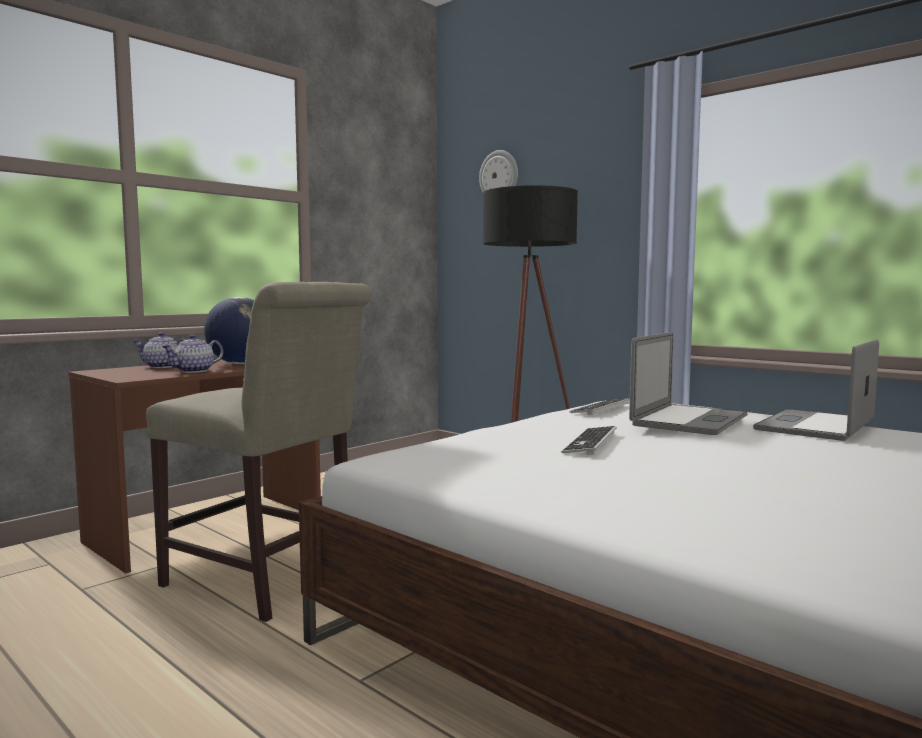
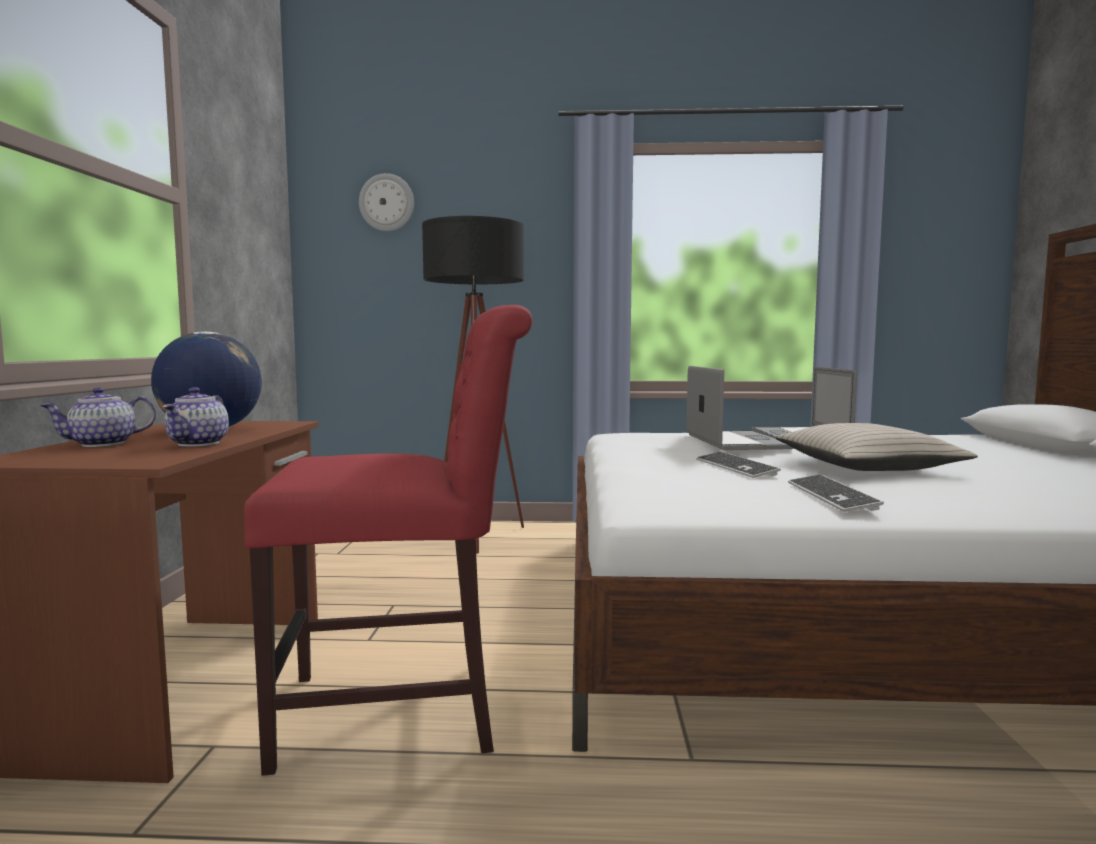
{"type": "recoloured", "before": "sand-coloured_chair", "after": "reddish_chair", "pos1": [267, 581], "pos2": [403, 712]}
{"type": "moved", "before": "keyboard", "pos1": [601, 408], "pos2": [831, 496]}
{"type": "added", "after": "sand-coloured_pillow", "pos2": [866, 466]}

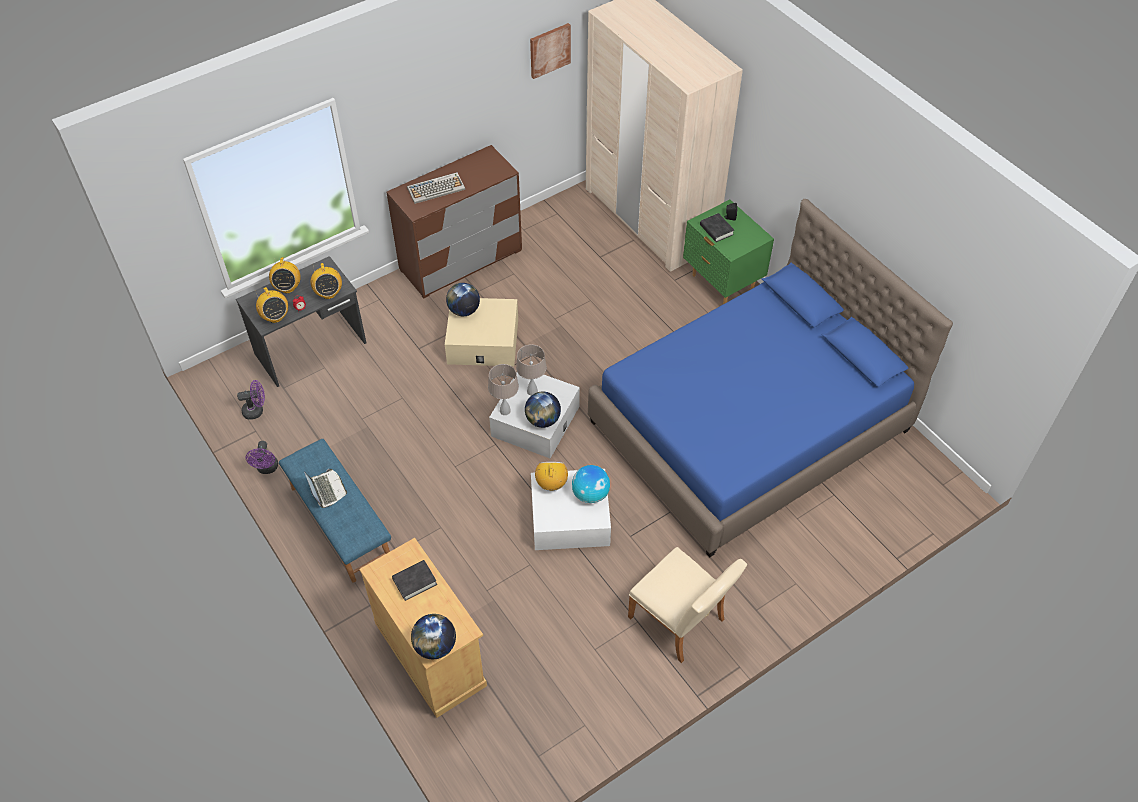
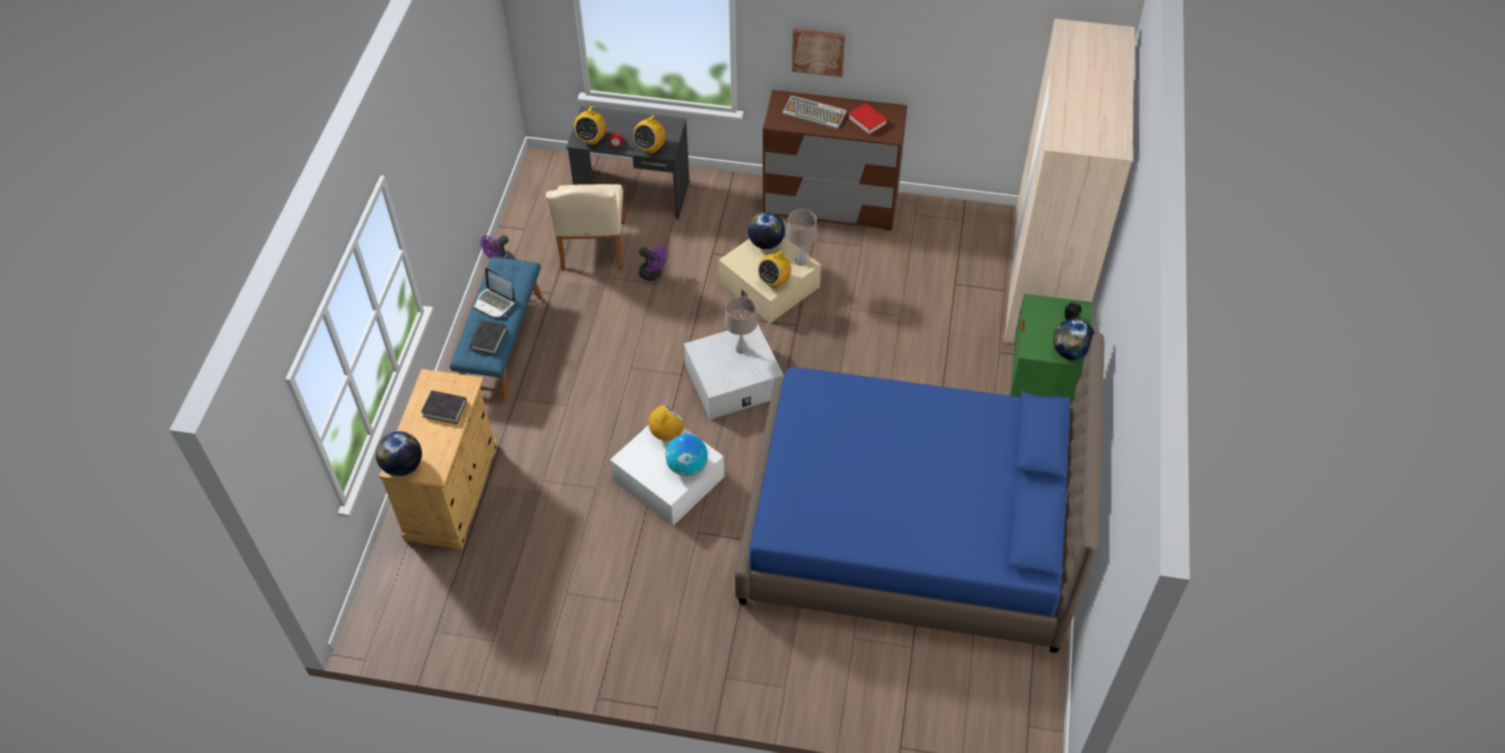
{"type": "moved", "before": "wall_art", "pos1": [549, 50], "pos2": [818, 51]}
{"type": "moved", "before": "blackish_bound_book", "pos1": [716, 230], "pos2": [488, 339]}
{"type": "moved", "before": "radio_set", "pos1": [287, 287], "pos2": [774, 281]}
{"type": "moved", "before": "sand-coloured_tabletop_lamp", "pos1": [505, 411], "pos2": [800, 261]}
{"type": "moved", "before": "purplish_electric_fan", "pos1": [256, 410], "pos2": [653, 274]}
{"type": "moved", "before": "globe", "pos1": [543, 420], "pos2": [1070, 352]}
{"type": "turned", "before": "laptop", "pos1": [326, 490], "pos2": [495, 303], "turn": 105}
{"type": "moved", "before": "sand-coloured_chair", "pos1": [681, 622], "pos2": [592, 250]}
{"type": "added", "after": "reddish_bound_book", "pos2": [867, 121]}

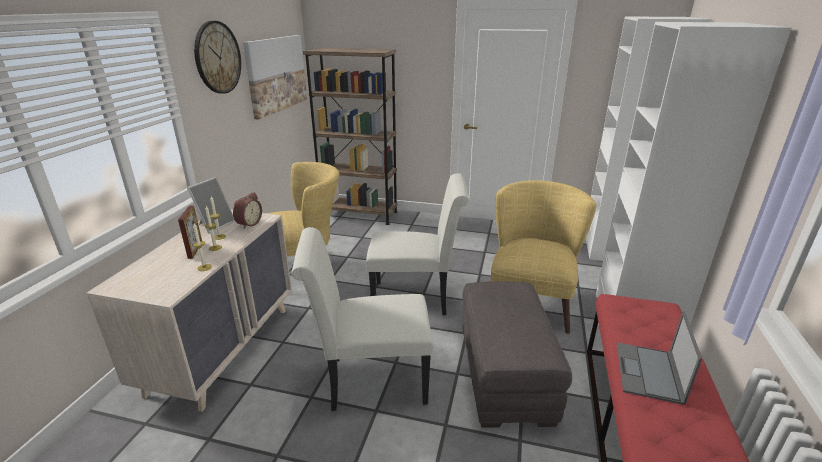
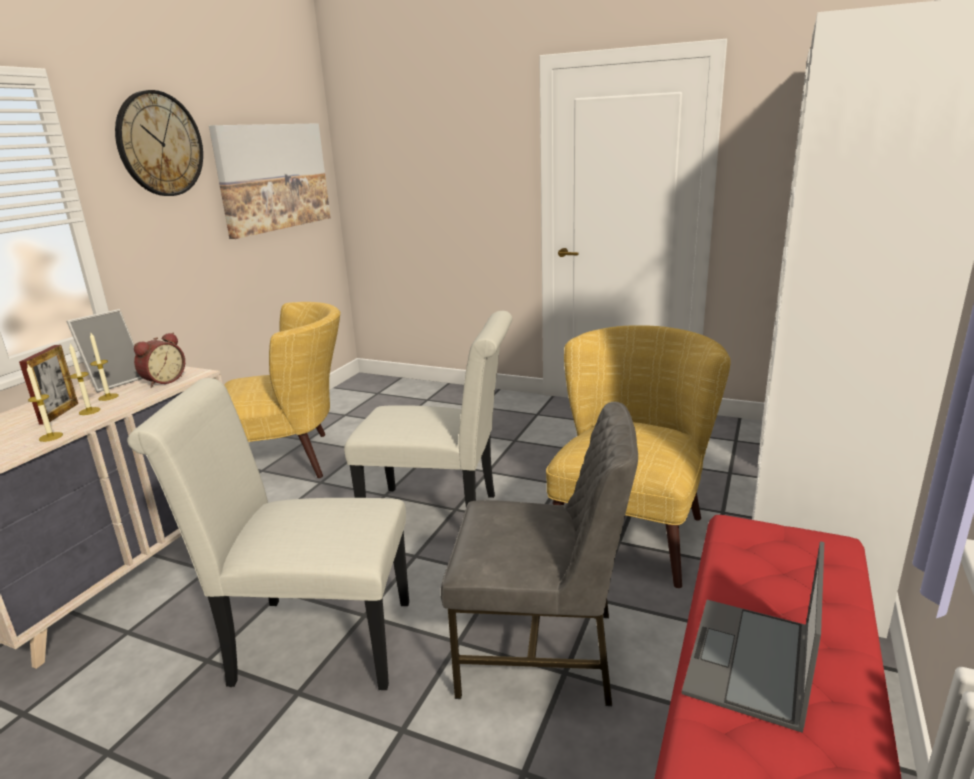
{"type": "removed", "before": "brown-coloured_bookshelf", "pos1": [359, 214]}
{"type": "replaced", "before": "greyish_ottoman", "after": "greyish_chair", "pos1": [505, 375], "pos2": [541, 652]}

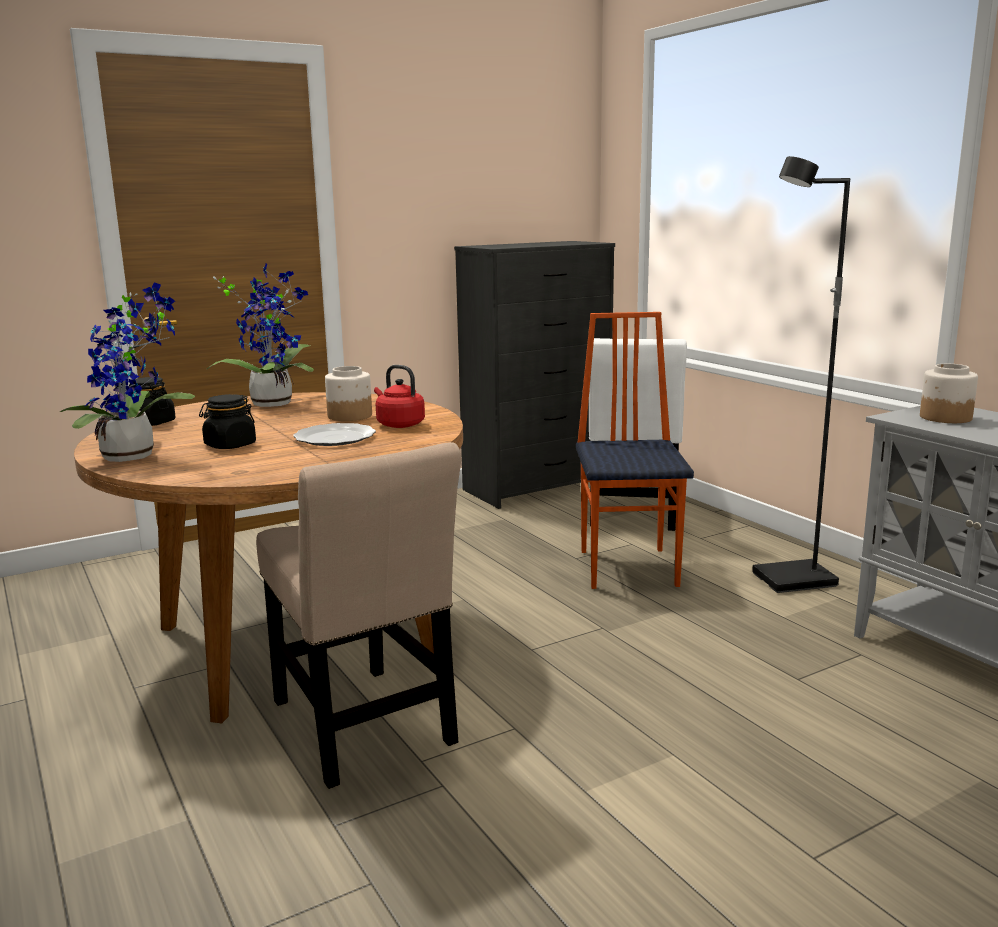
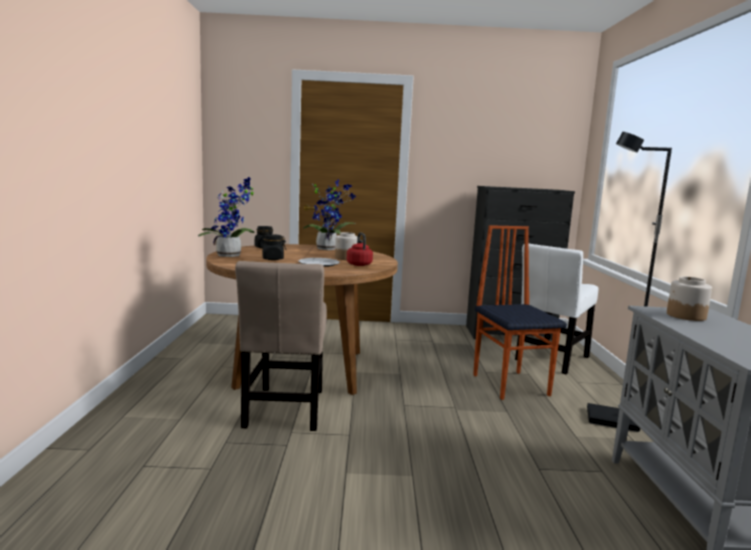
{"type": "turned", "before": "chair", "pos1": [630, 567], "pos2": [511, 384], "turn": -45}

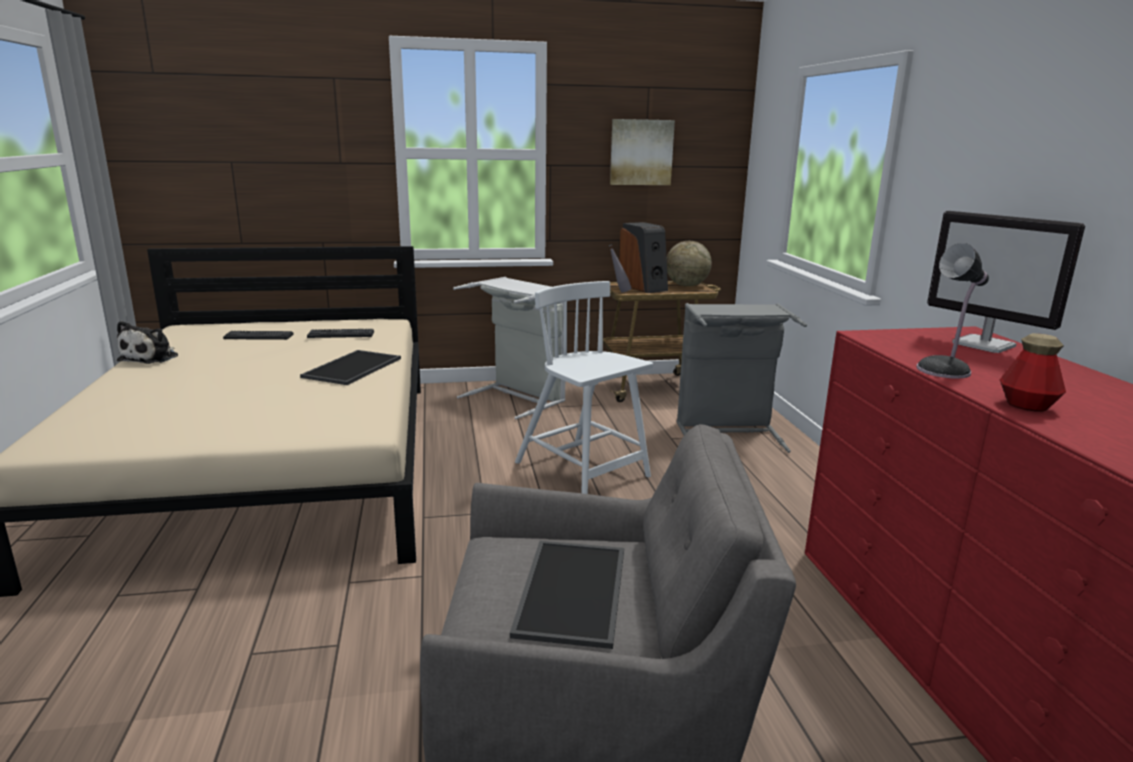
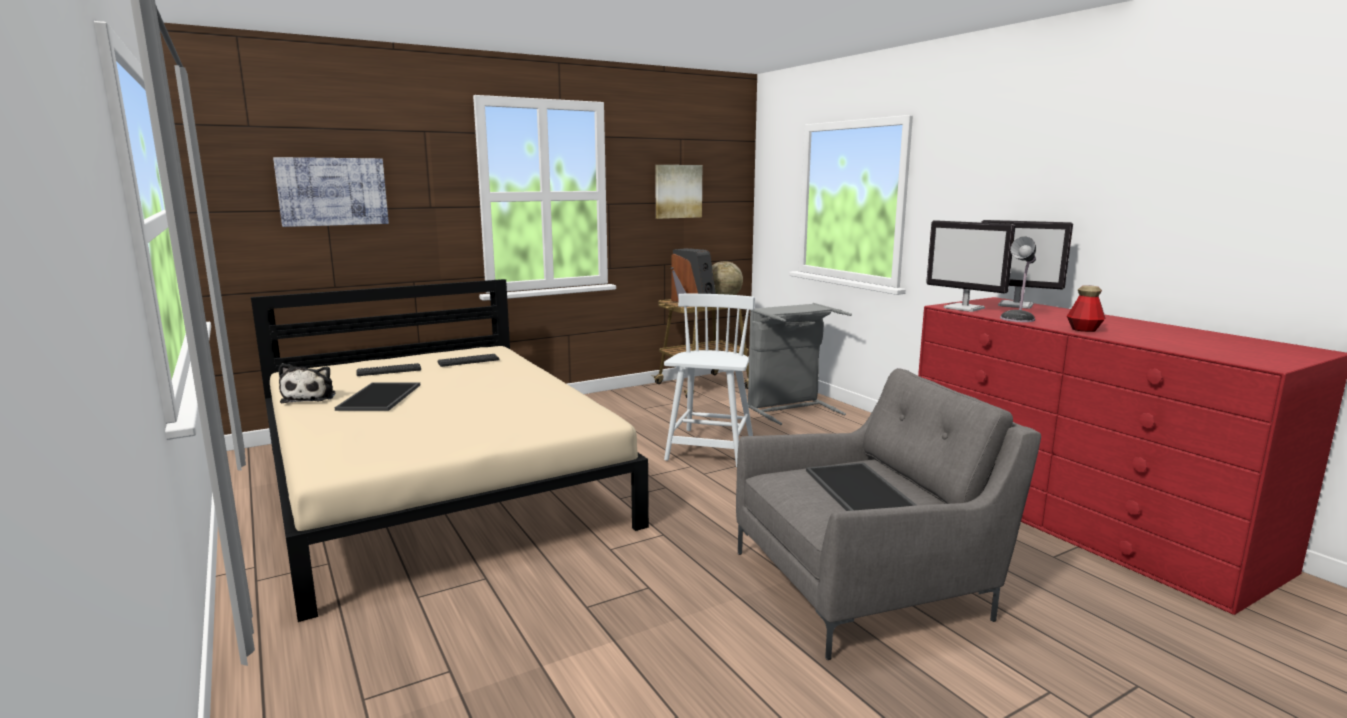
{"type": "removed", "before": "greyish_hamper", "pos1": [518, 397]}
{"type": "turned", "before": "whitish_chair", "pos1": [583, 471], "pos2": [710, 448], "turn": 75}
{"type": "moved", "before": "tray", "pos1": [353, 368], "pos2": [381, 397]}
{"type": "added", "after": "wall_art", "pos2": [333, 191]}
{"type": "added", "after": "monitor", "pos2": [965, 308]}

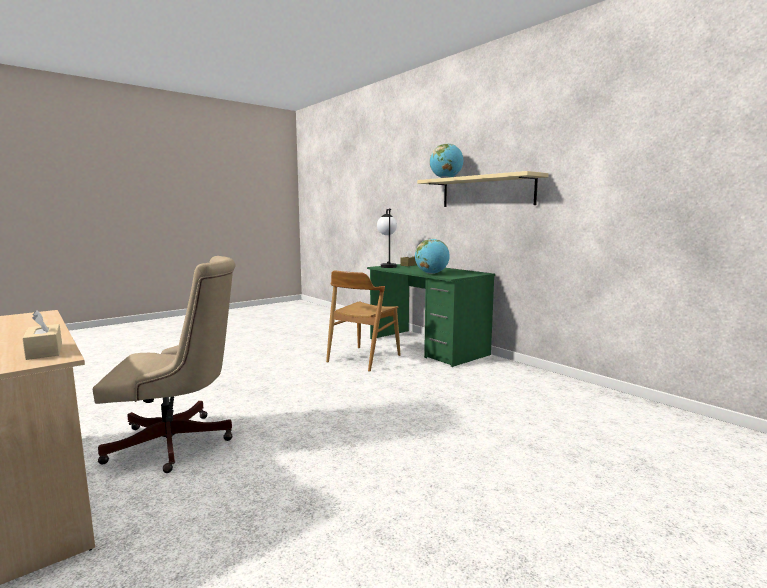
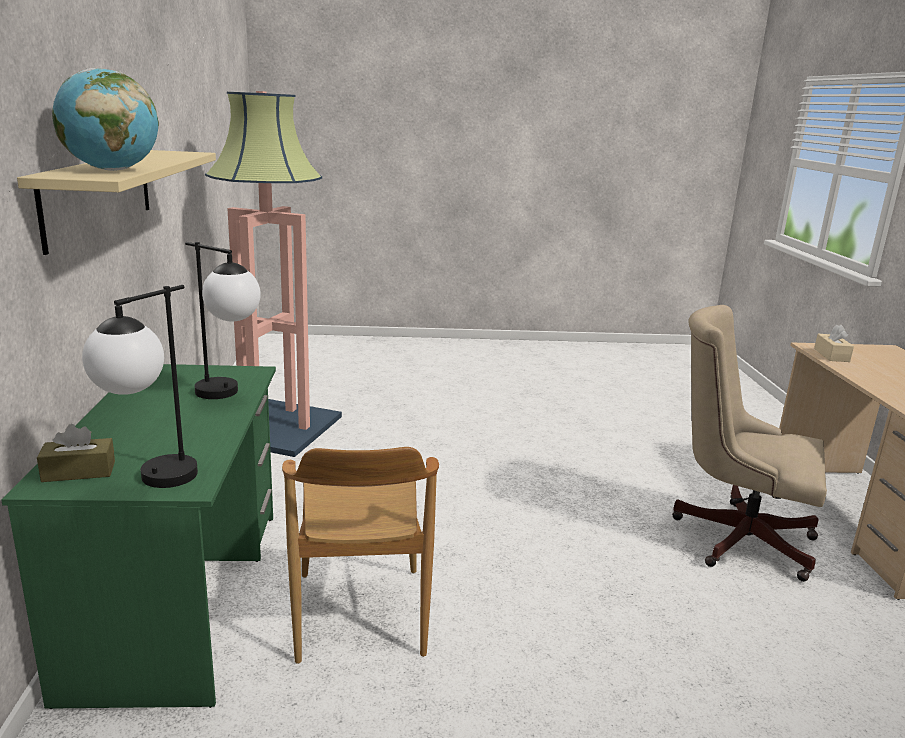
{"type": "replaced", "before": "globe", "after": "tabletop_lamp", "pos1": [431, 273], "pos2": [229, 395]}
{"type": "turned", "before": "brown-coloured_chair", "pos1": [363, 358], "pos2": [359, 613], "turn": 105}
{"type": "added", "after": "standard_lamp", "pos2": [275, 427]}

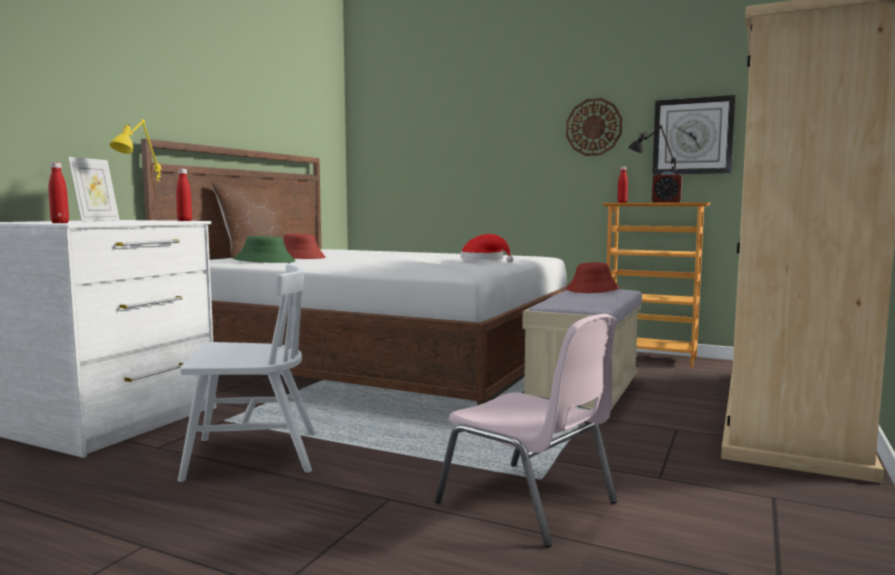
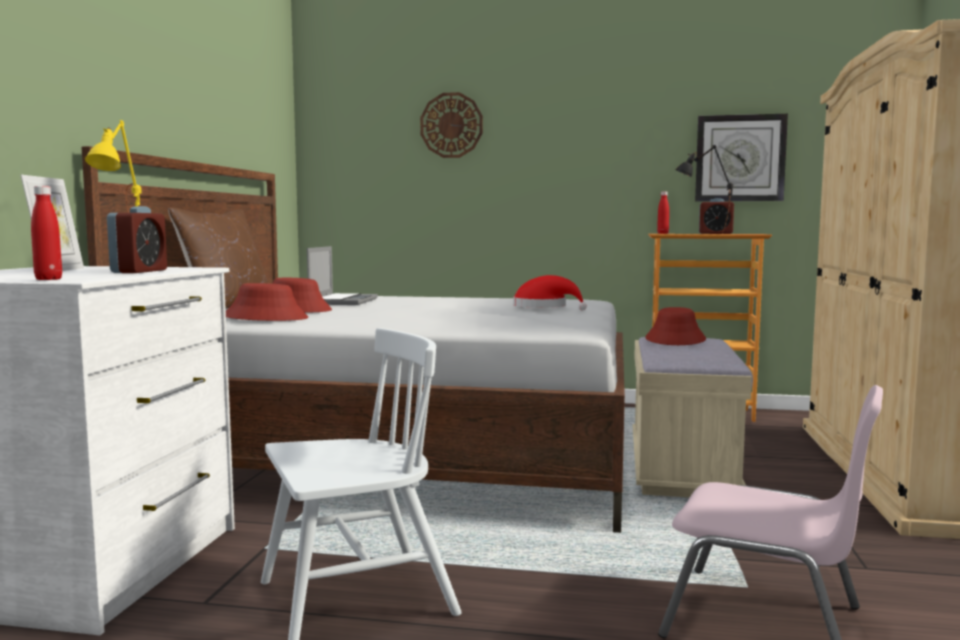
{"type": "moved", "before": "wall_clock", "pos1": [594, 127], "pos2": [451, 125]}
{"type": "removed", "before": "reddish_bottle", "pos1": [184, 220]}
{"type": "recoloured", "before": "greenish_hat", "after": "reddish_hat", "pos1": [265, 261], "pos2": [265, 318]}
{"type": "added", "after": "alarm_clock", "pos2": [139, 271]}
{"type": "added", "after": "laptop", "pos2": [342, 301]}

